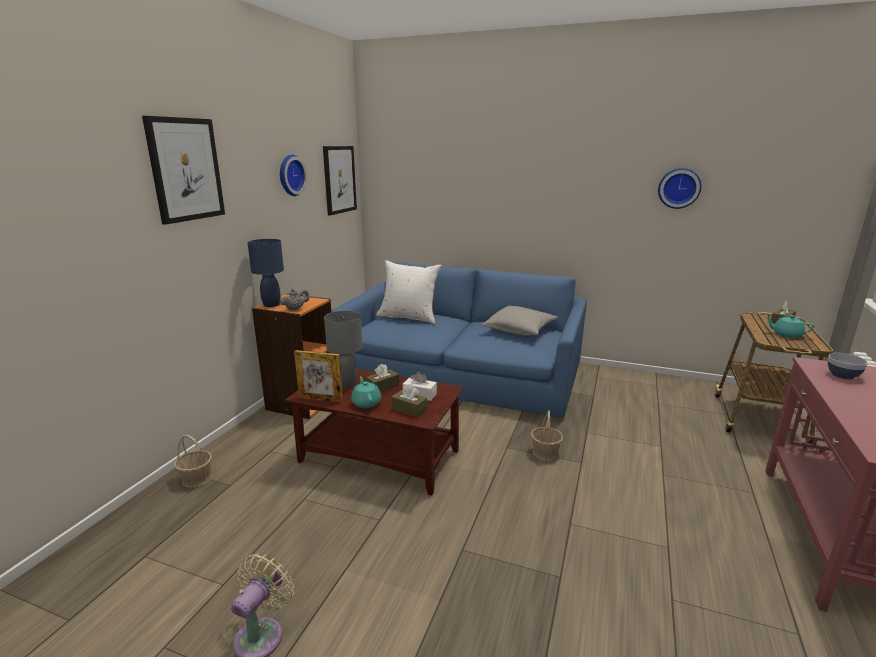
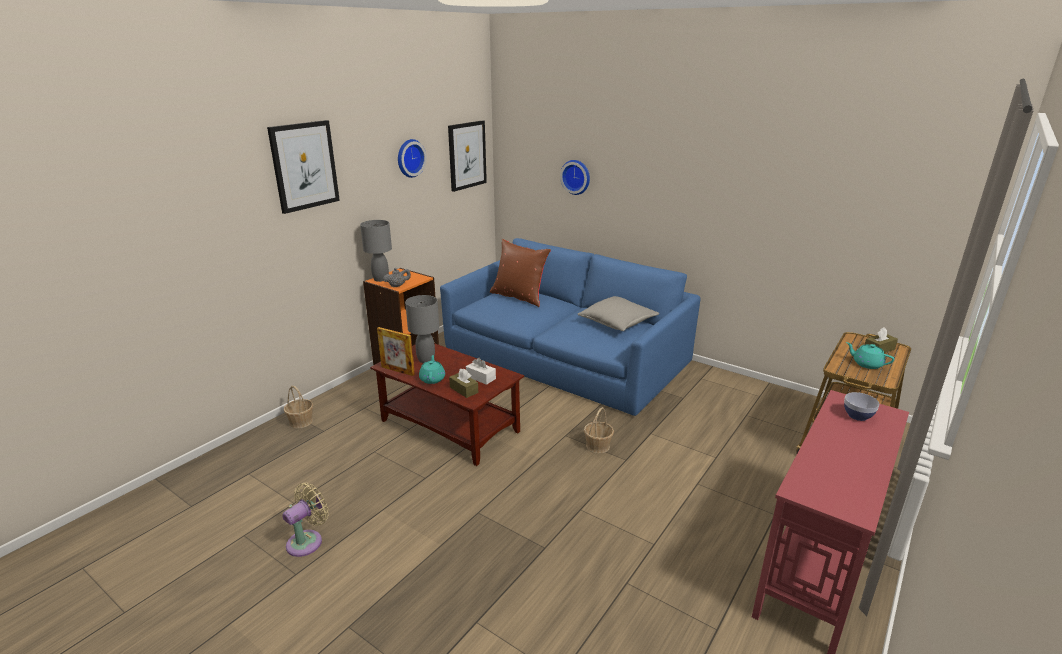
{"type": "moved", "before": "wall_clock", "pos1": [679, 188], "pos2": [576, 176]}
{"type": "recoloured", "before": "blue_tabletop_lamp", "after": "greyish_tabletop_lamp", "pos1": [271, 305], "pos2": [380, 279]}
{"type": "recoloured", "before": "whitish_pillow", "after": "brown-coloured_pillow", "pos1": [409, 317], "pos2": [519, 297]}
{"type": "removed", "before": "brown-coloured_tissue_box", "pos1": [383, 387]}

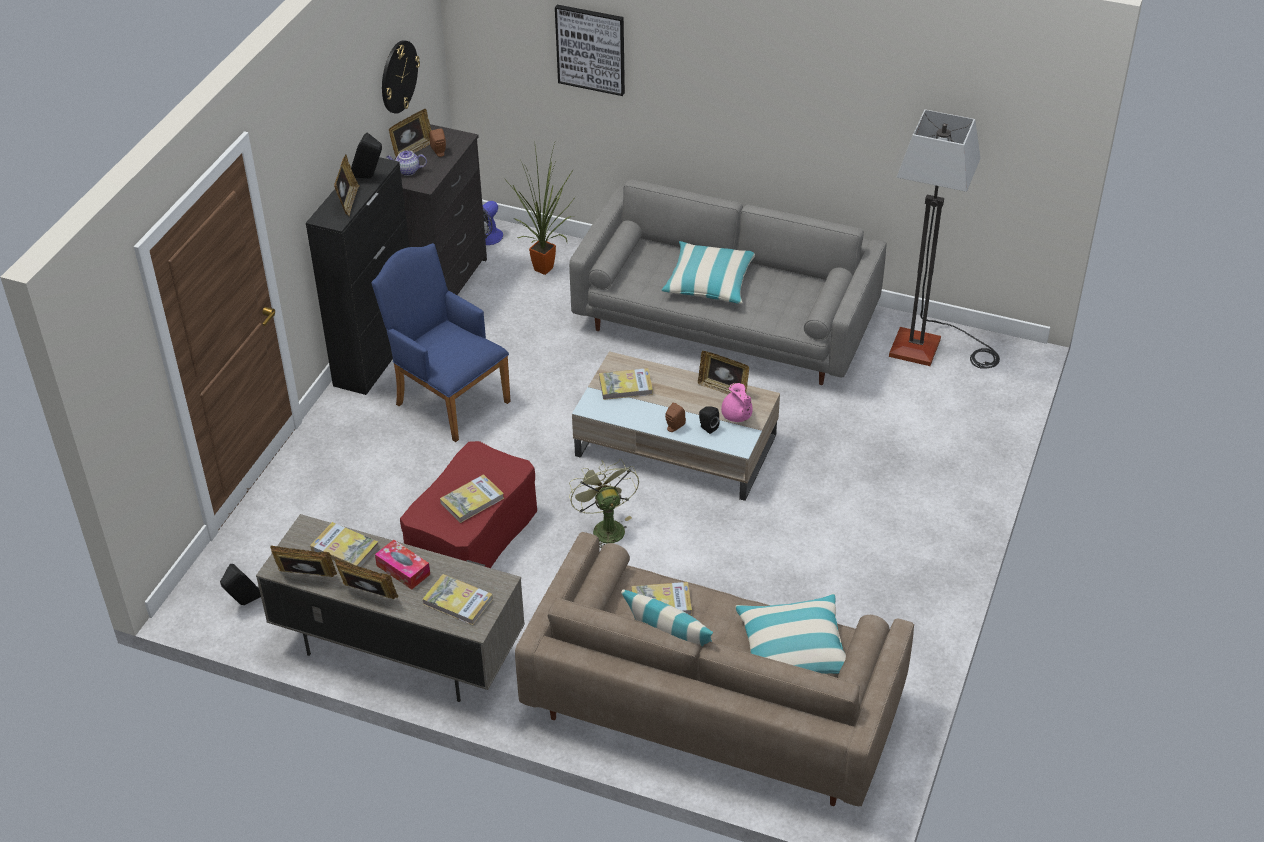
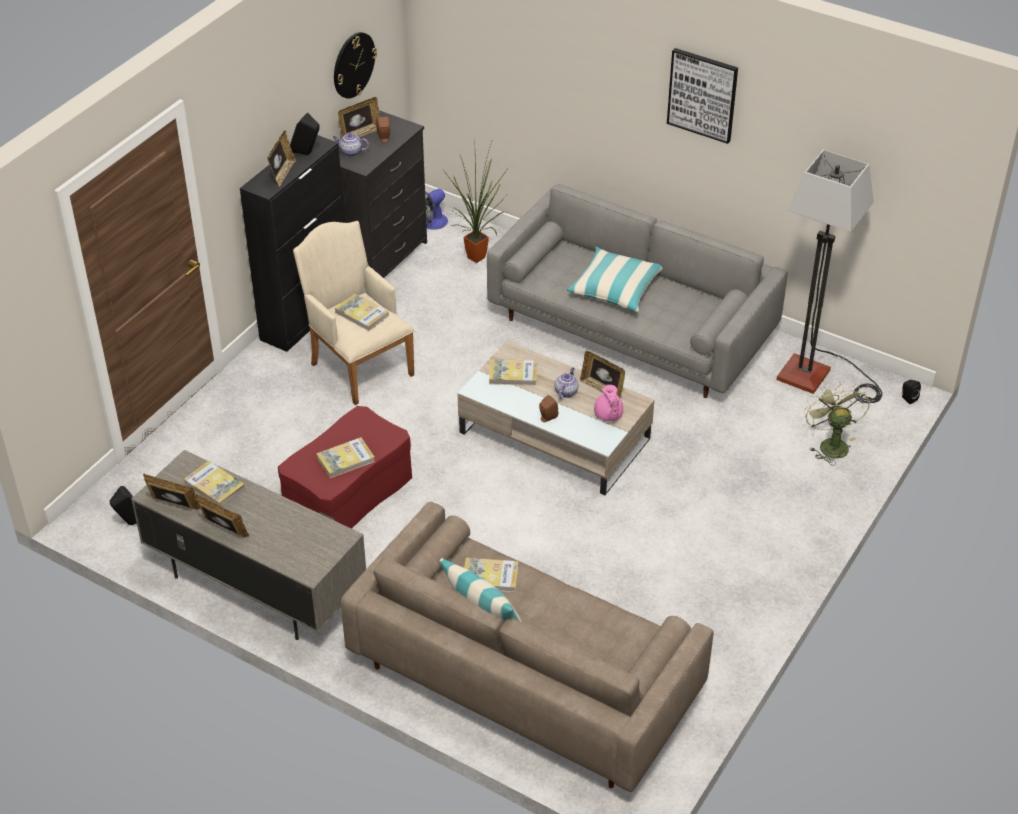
{"type": "moved", "before": "wall_art", "pos1": [591, 49], "pos2": [702, 94]}
{"type": "recoloured", "before": "blue_easy_chair", "after": "sand-coloured_easy_chair", "pos1": [448, 399], "pos2": [358, 365]}
{"type": "moved", "before": "blackish_speaker", "pos1": [707, 427], "pos2": [908, 398]}
{"type": "moved", "before": "greenish_electric_fan", "pos1": [605, 527], "pos2": [830, 444]}
{"type": "removed", "before": "tissue_box", "pos1": [403, 570]}
{"type": "moved", "before": "bound_book", "pos1": [458, 601], "pos2": [361, 314]}
{"type": "removed", "before": "pillow", "pos1": [793, 649]}
{"type": "added", "after": "tea_pot", "pos2": [566, 392]}

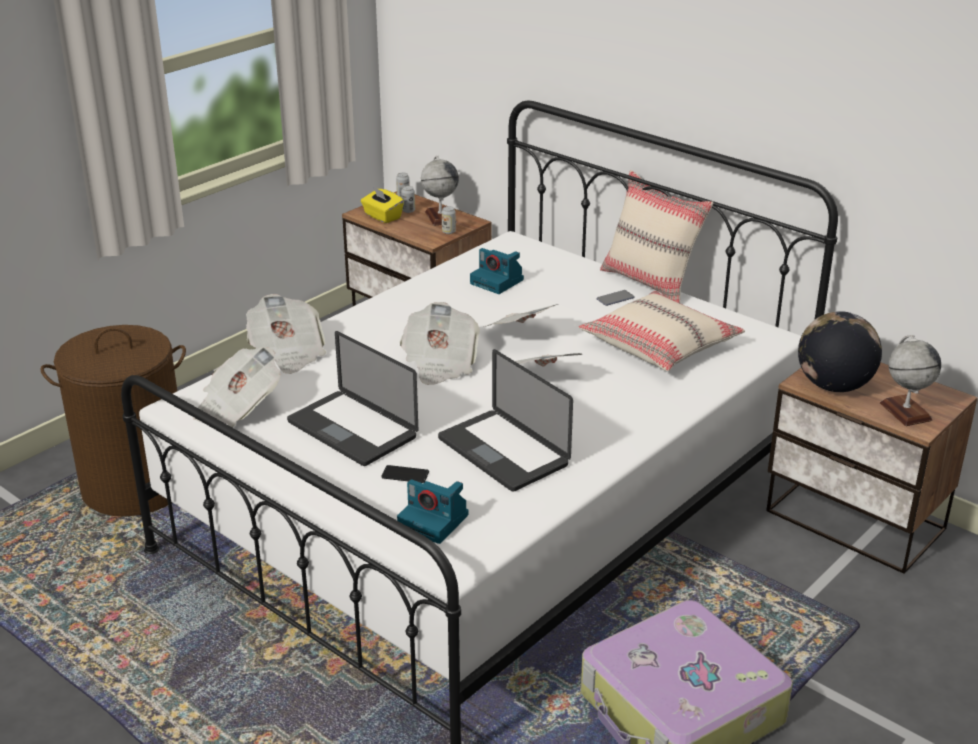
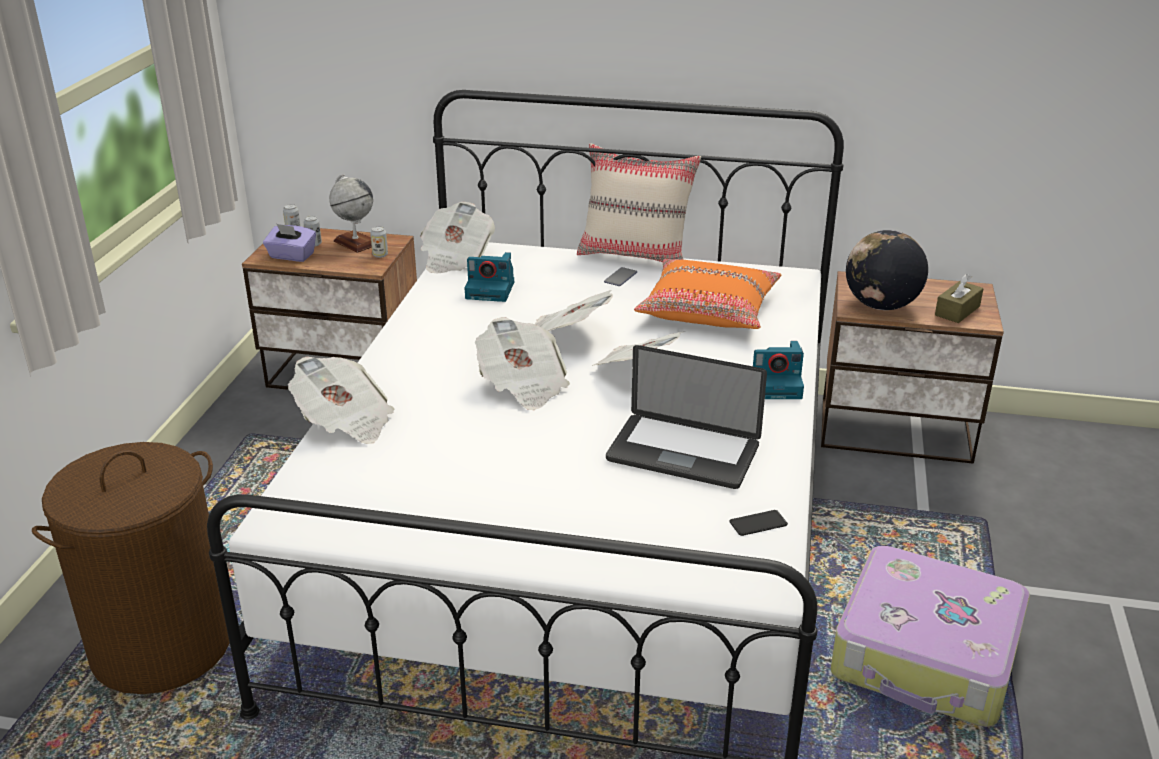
{"type": "recoloured", "before": "yellowish_tissue_box", "after": "purplish_tissue_box", "pos1": [382, 216], "pos2": [291, 256]}
{"type": "recoloured", "before": "sand-coloured_pillow", "after": "orangey_pillow", "pos1": [660, 345], "pos2": [708, 309]}
{"type": "removed", "before": "laptop", "pos1": [352, 430]}
{"type": "replaced", "before": "globe", "after": "brown-coloured_tissue_box", "pos1": [905, 411], "pos2": [957, 311]}
{"type": "moved", "before": "printed_paper", "pos1": [237, 408], "pos2": [455, 258]}
{"type": "moved", "before": "phone", "pos1": [405, 475], "pos2": [758, 524]}
{"type": "moved", "before": "still_camera", "pos1": [435, 521], "pos2": [776, 385]}

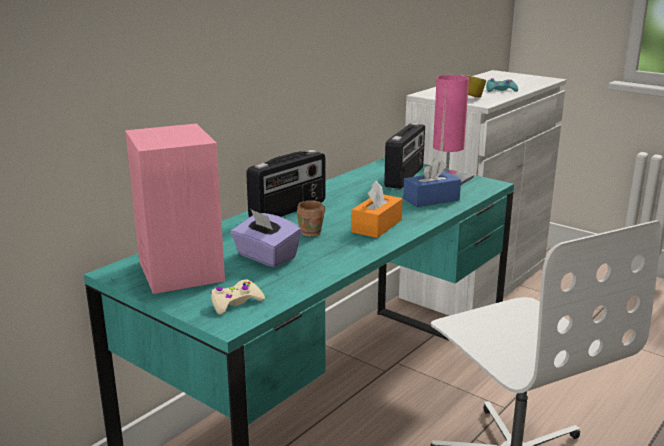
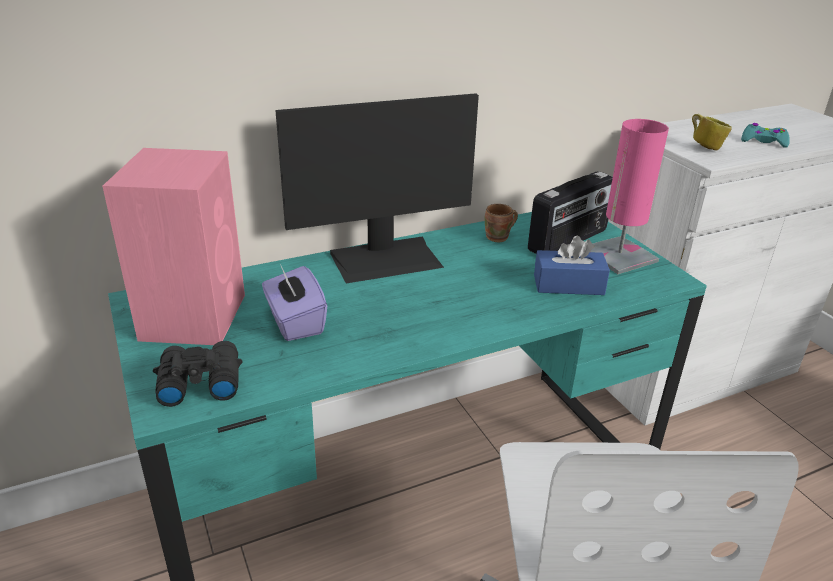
{"type": "replaced", "before": "radio_set", "after": "monitor", "pos1": [289, 210], "pos2": [386, 259]}
{"type": "removed", "before": "orangey_tissue_box", "pos1": [376, 226]}
{"type": "moved", "before": "brown-coloured_mug", "pos1": [312, 233], "pos2": [499, 238]}
{"type": "replaced", "before": "sand-coloured_game_controller", "after": "blackish_binoculars", "pos1": [235, 303], "pos2": [198, 382]}

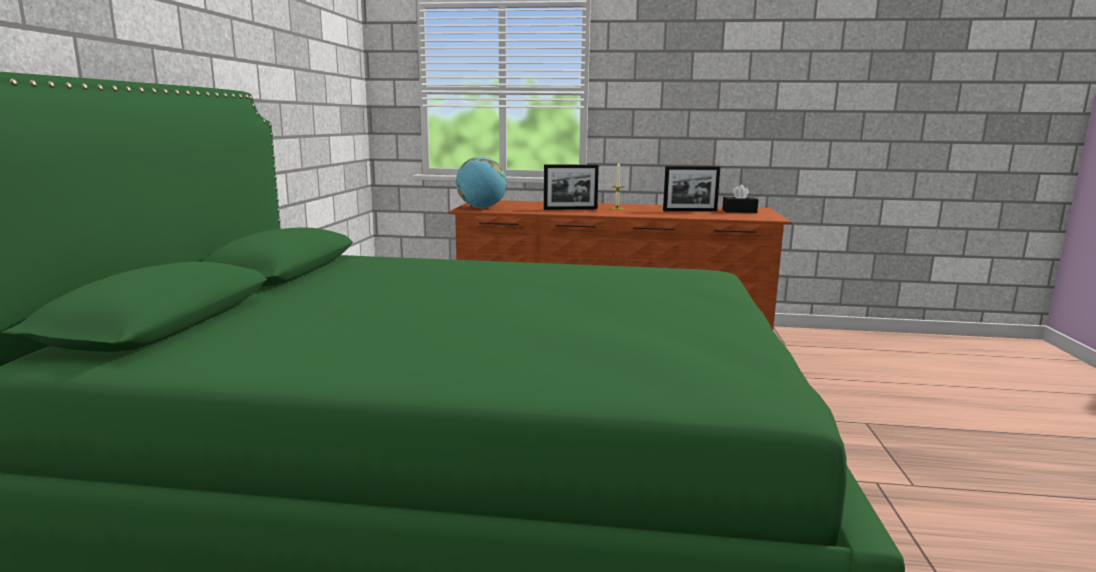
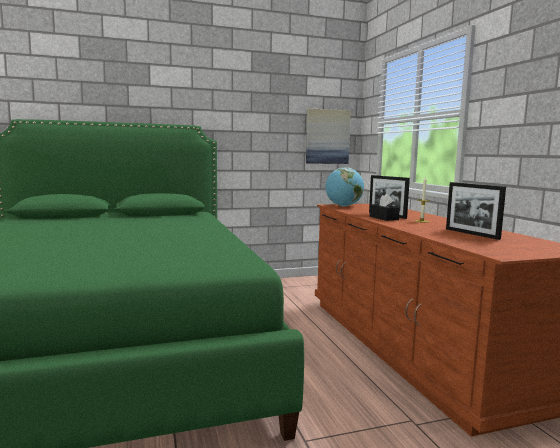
{"type": "moved", "before": "blackish_tissue_box", "pos1": [739, 211], "pos2": [383, 218]}
{"type": "added", "after": "wall_art", "pos2": [327, 136]}

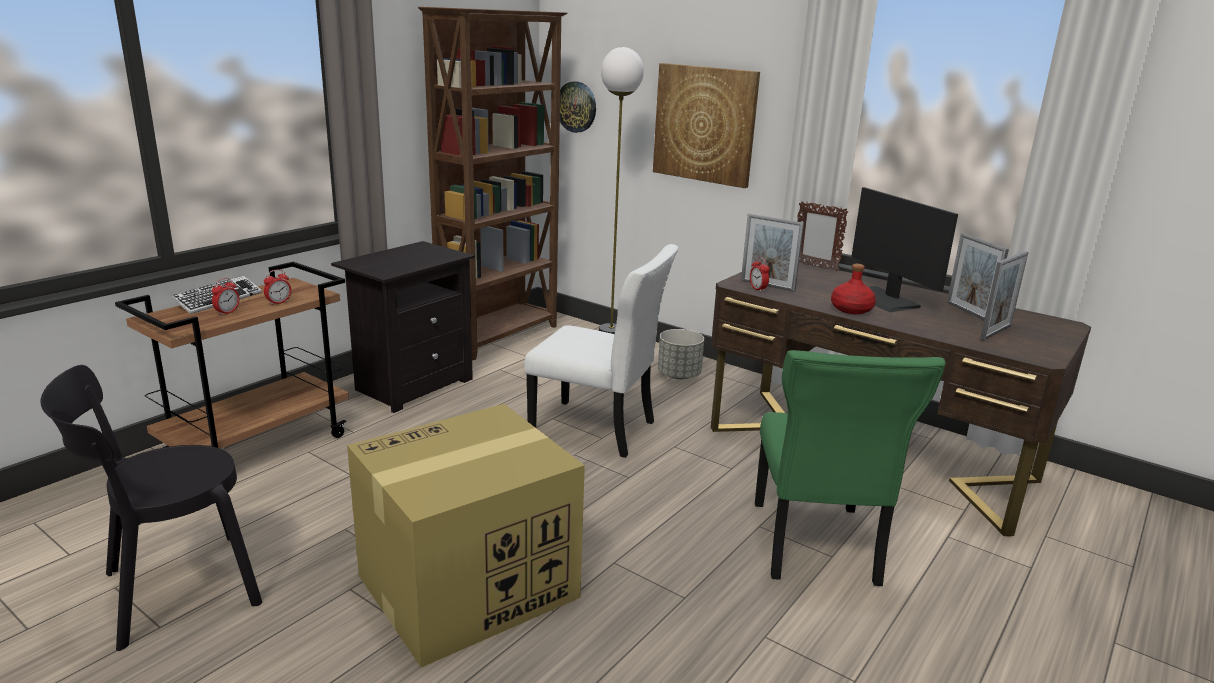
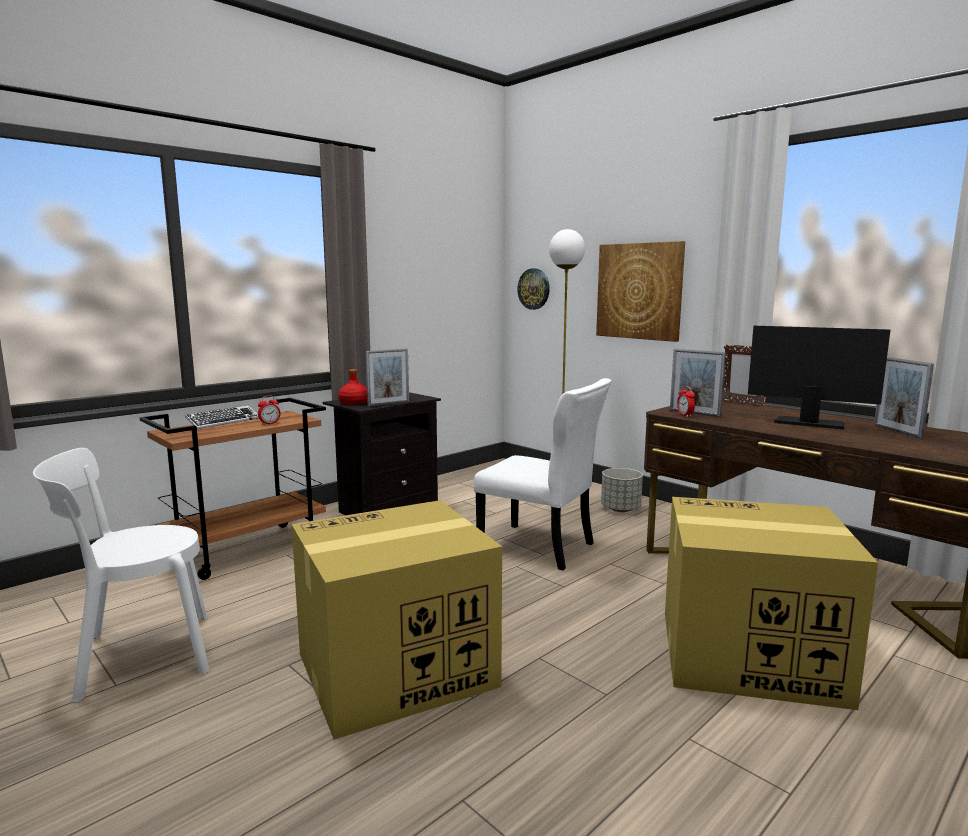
{"type": "removed", "before": "brown-coloured_bookshelf", "pos1": [500, 336]}
{"type": "turned", "before": "monitor", "pos1": [883, 299], "pos2": [808, 422], "turn": 135}
{"type": "moved", "before": "photo_frame", "pos1": [996, 332], "pos2": [388, 404]}
{"type": "moved", "before": "reddish_bottle", "pos1": [851, 309], "pos2": [354, 403]}
{"type": "removed", "before": "alarm_clock", "pos1": [227, 312]}
{"type": "replaced", "before": "greenish_chair", "after": "packing_box", "pos1": [814, 546], "pos2": [746, 655]}
{"type": "recoloured", "before": "blackish_chair", "after": "whitish_chair", "pos1": [172, 591], "pos2": [138, 656]}

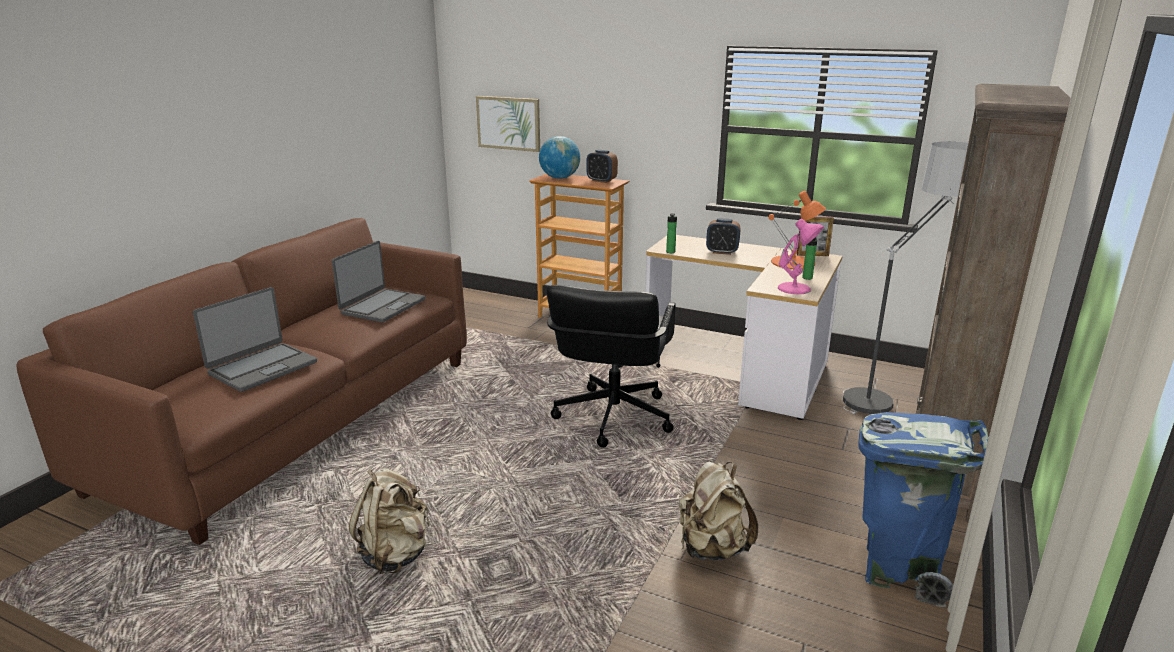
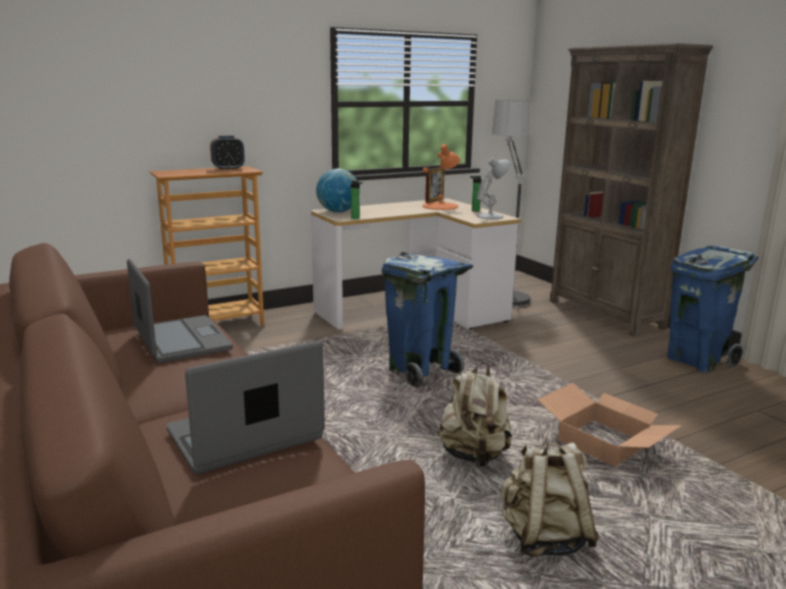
{"type": "removed", "before": "wall_art", "pos1": [509, 123]}
{"type": "moved", "before": "globe", "pos1": [559, 178], "pos2": [338, 212]}
{"type": "removed", "before": "alarm_clock", "pos1": [722, 252]}
{"type": "recoloured", "before": "pink-coloured_tabletop_lamp", "after": "whitish_tabletop_lamp", "pos1": [796, 289], "pos2": [491, 216]}
{"type": "replaced", "before": "blackish_desk_chair", "after": "blue_trash_can", "pos1": [612, 417], "pos2": [420, 372]}
{"type": "turned", "before": "laptop", "pos1": [262, 368], "pos2": [246, 436], "turn": -105}
{"type": "moved", "before": "sand-coloured_backpack", "pos1": [712, 548], "pos2": [474, 456]}
{"type": "added", "after": "packing_box", "pos2": [604, 443]}

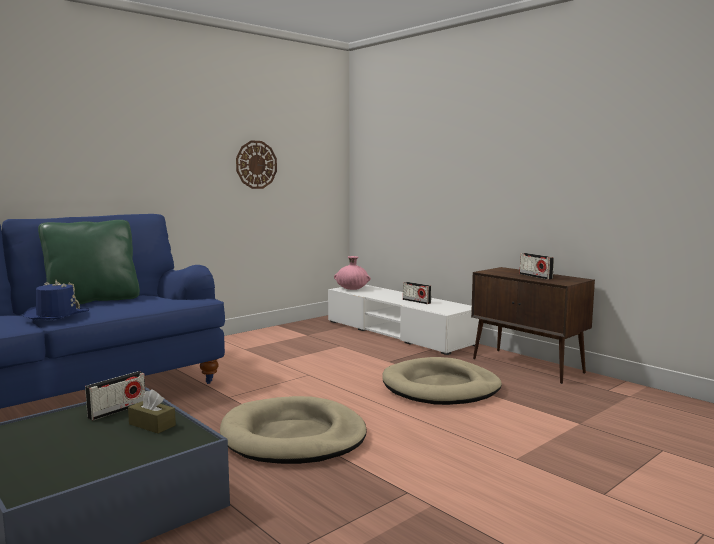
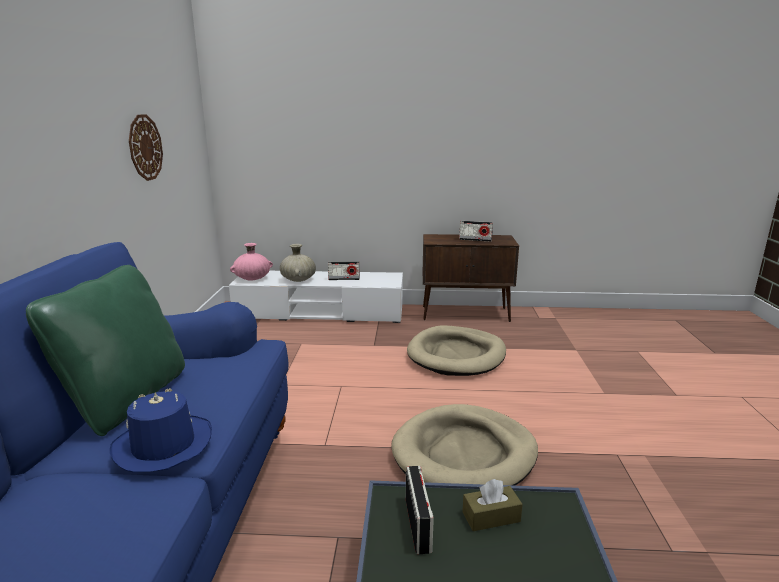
{"type": "added", "after": "sand-coloured_vase", "pos2": [298, 280]}

